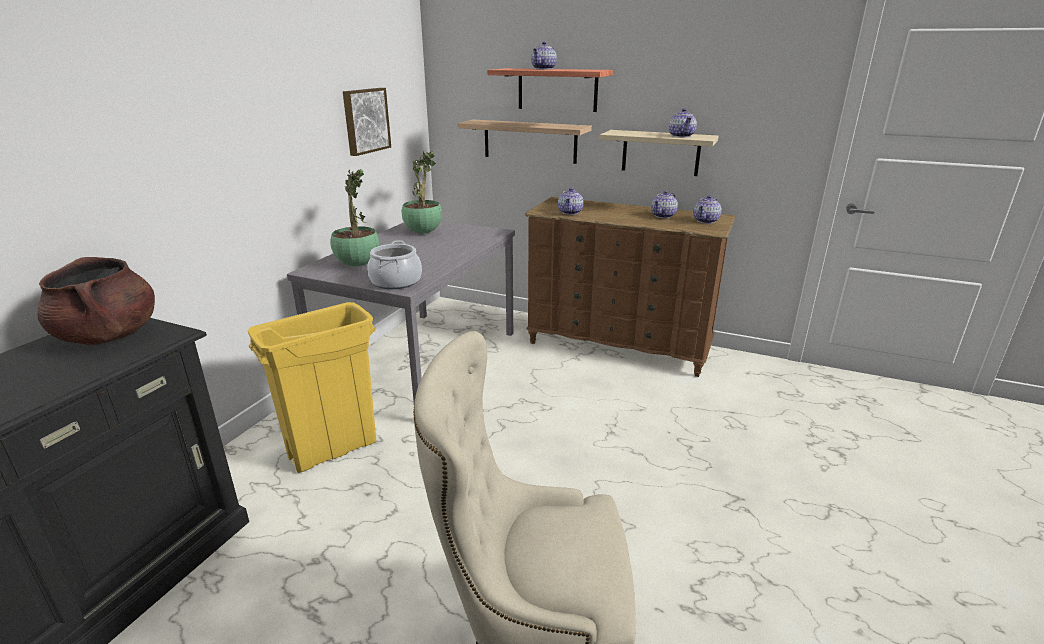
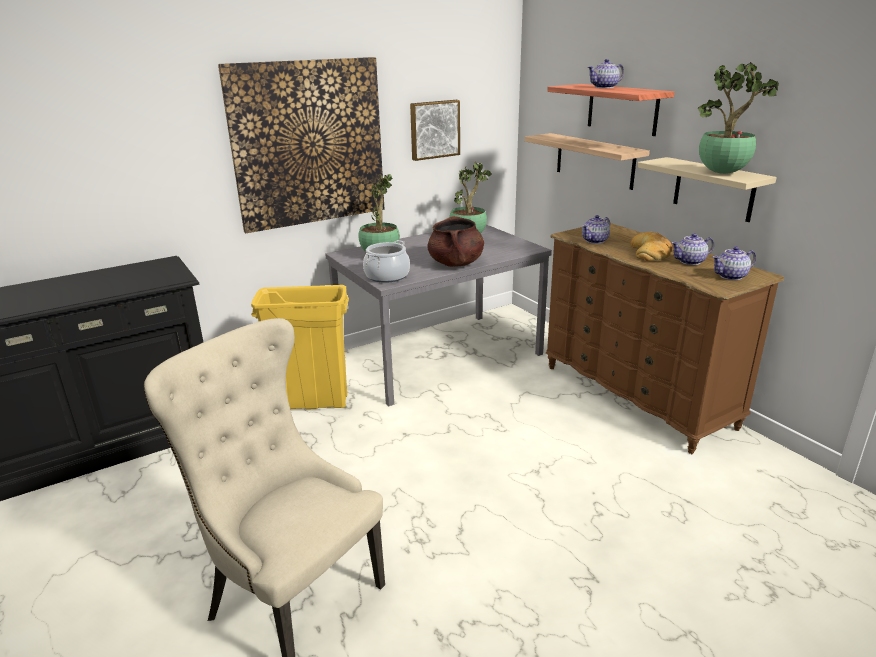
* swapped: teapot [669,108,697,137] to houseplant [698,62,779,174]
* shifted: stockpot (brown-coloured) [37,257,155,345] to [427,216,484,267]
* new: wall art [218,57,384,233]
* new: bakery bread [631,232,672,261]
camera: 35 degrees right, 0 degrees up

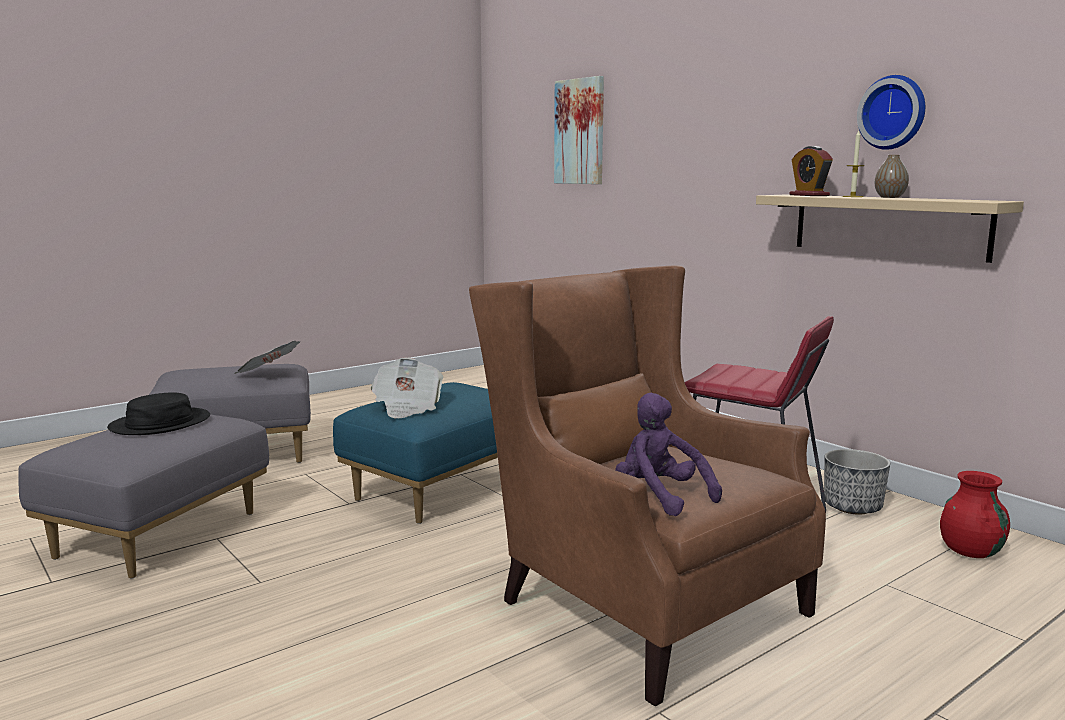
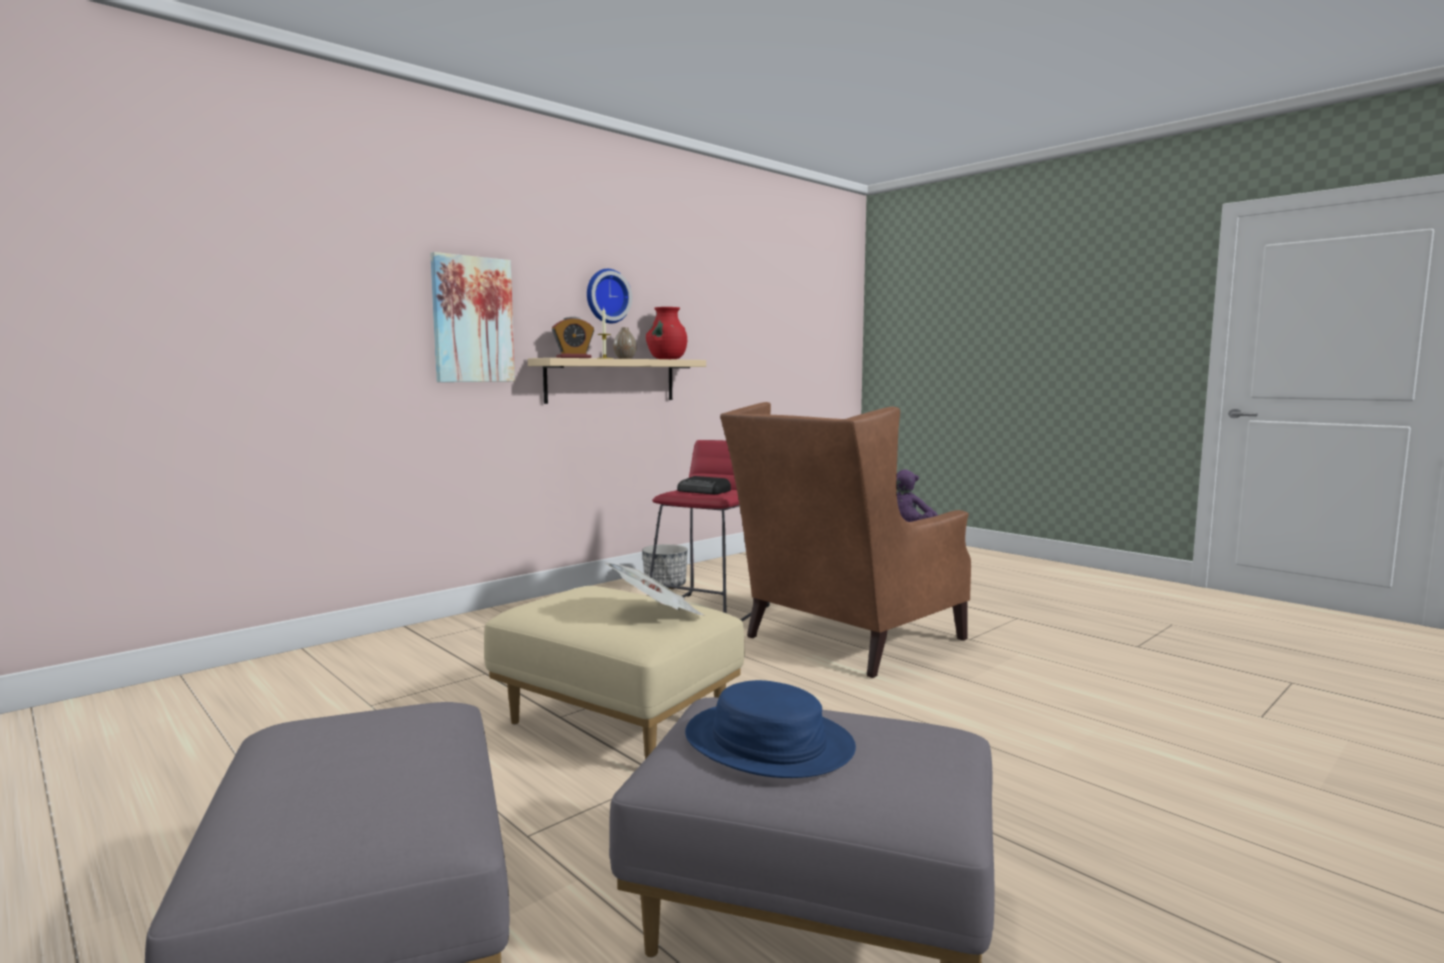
* shifted: wall art [554,76,604,184] to [430,252,515,382]
* gone: printed paper [235,341,300,374]
* repainted: footrest (blue) [333,382,498,524] to footrest (beige) [484,586,745,759]
* repainted: hat (black) [107,392,210,435] to hat (blue) [685,680,856,778]
* shifted: vase (red) [940,471,1010,558] to [646,307,687,359]
* new: radio [677,476,731,494]
camera: 95 degrees left, 5 degrees down

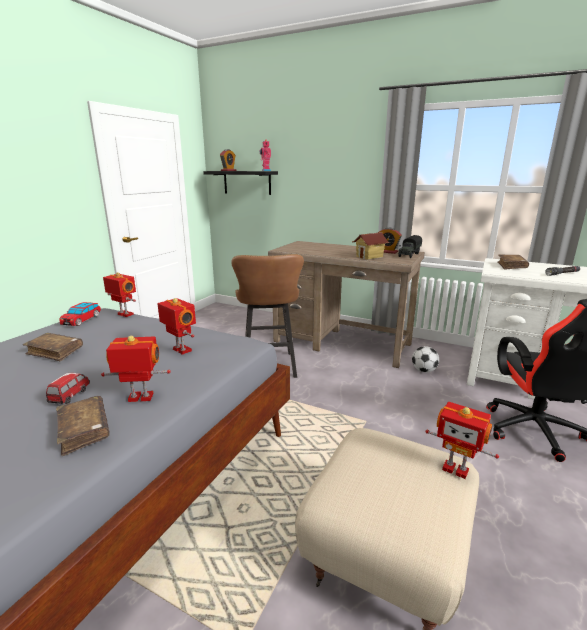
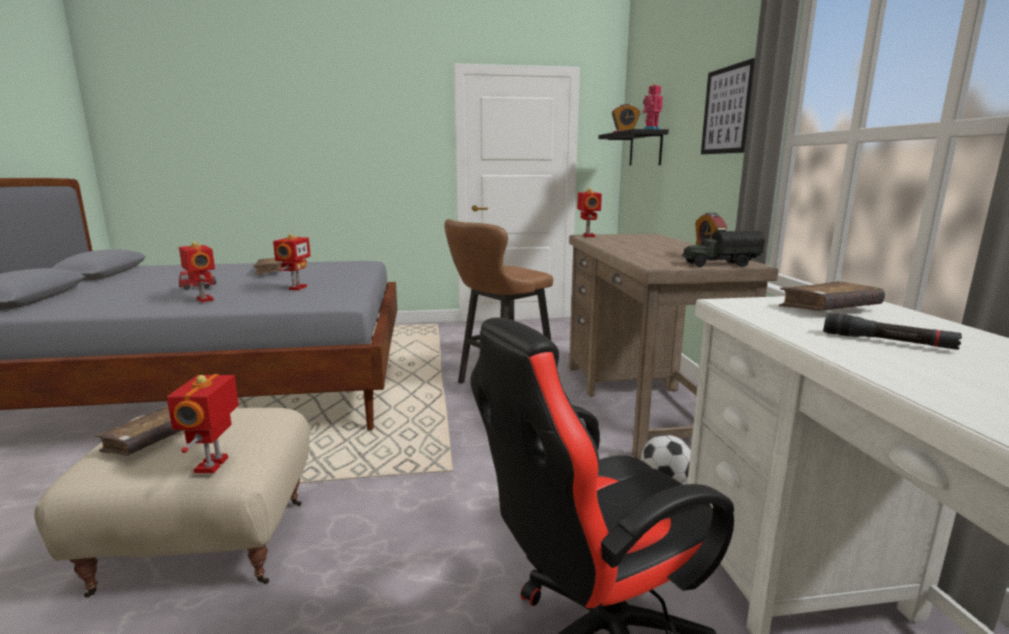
* gone: model house [351,232,390,260]
* shifted: robot figure [103,272,136,317] to [577,188,602,237]
* gone: toy car [59,302,101,326]
* shifted: volume (brown-coloured) [56,396,110,456] to [95,405,183,456]
* new: wall art [701,58,755,154]
camera: 55 degrees right, 5 degrees down

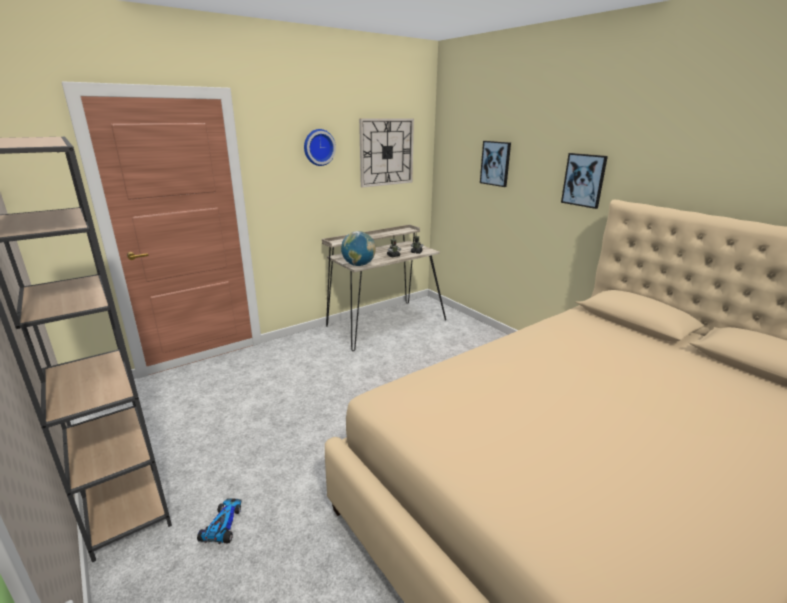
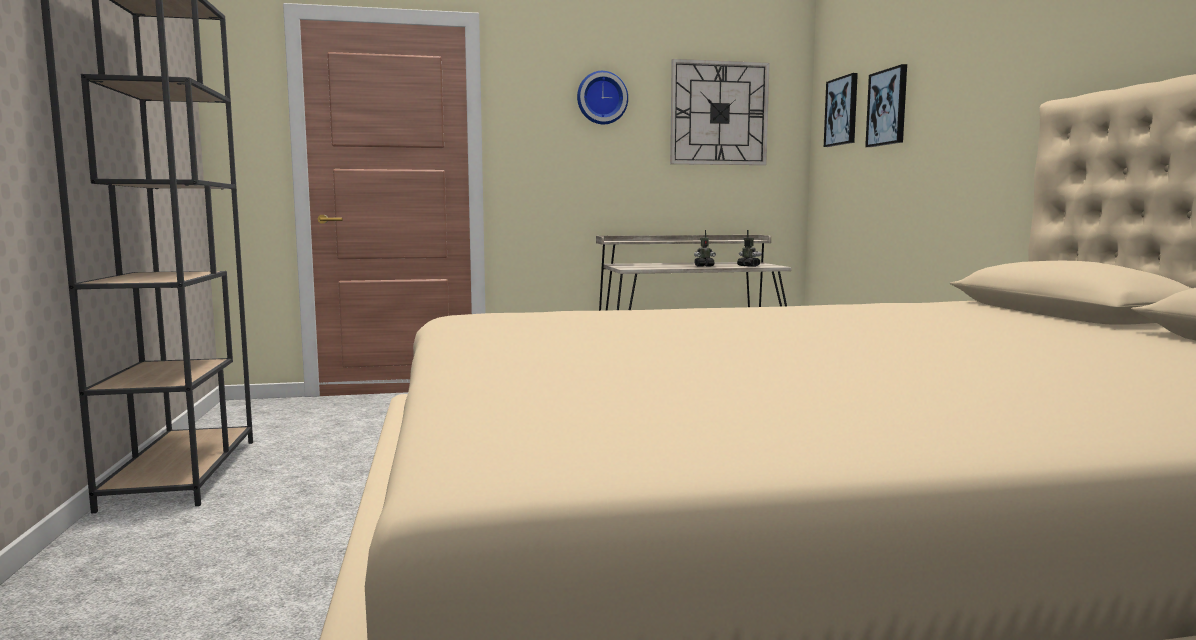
* shifted: wall art [561,153,608,209] to [824,73,858,147]
* gone: desk globe [341,231,376,266]
* gone: toy car [197,498,242,544]
camera: 25 degrees right, 15 degrees down

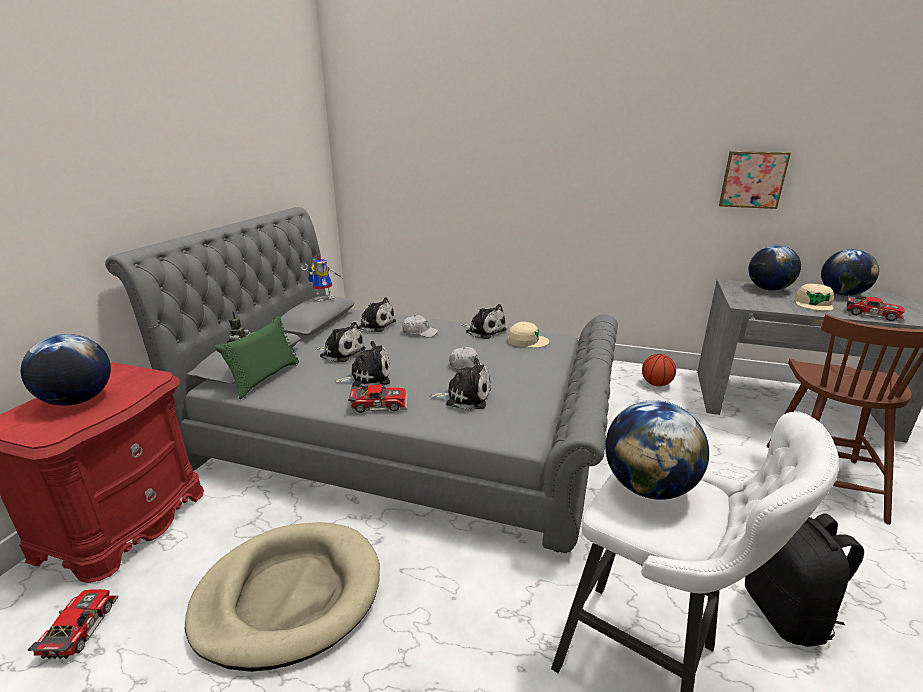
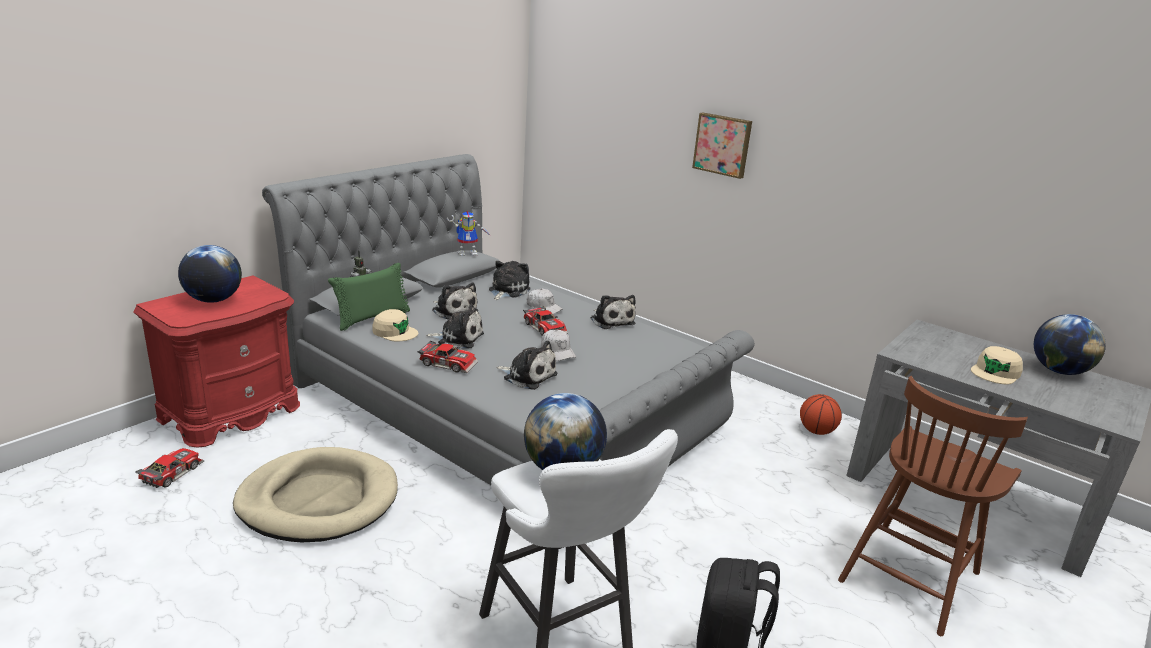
* shifted: wall art [719,151,791,209] to [692,113,752,179]
* gone: desk globe [749,245,801,291]
* shifted: toy car [847,295,905,322] to [523,306,568,335]
* rotated: plush toy [350,297,396,332] = [489,261,531,300] 105 degrees counterclockwise
* shifted: peaked cap (beige) [508,322,549,348] to [372,309,418,342]
camera: 20 degrees right, 0 degrees up

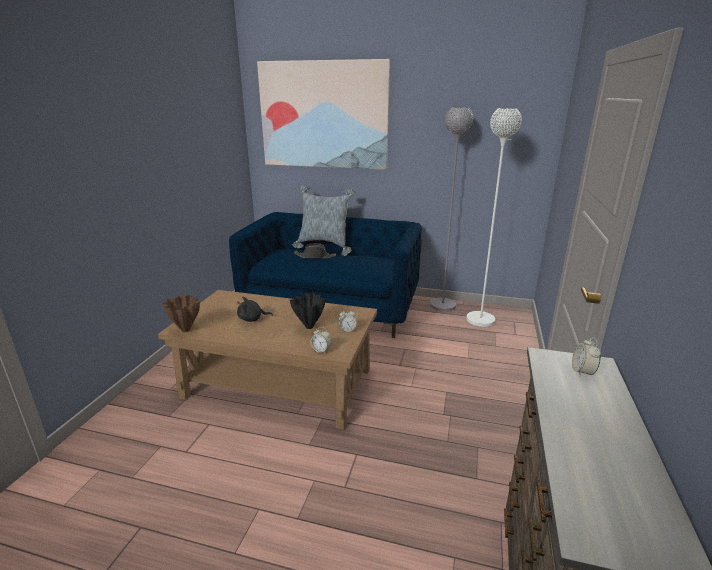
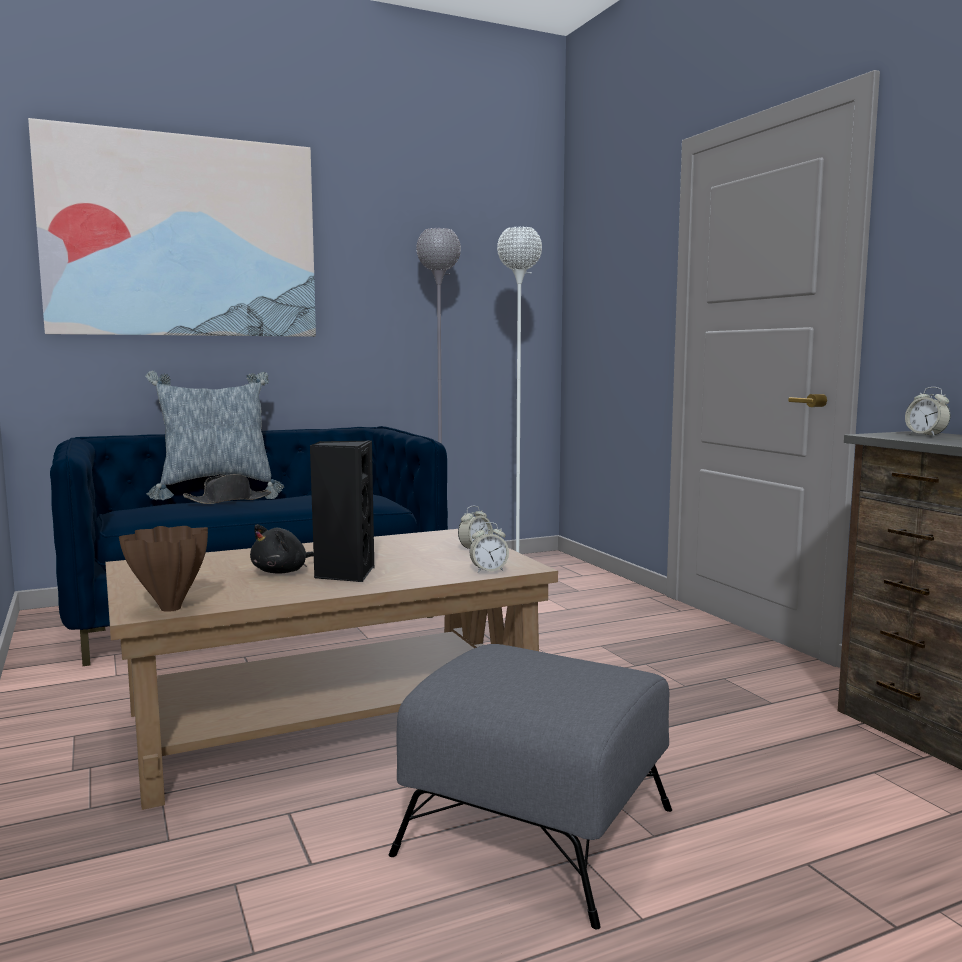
* gone: vase (black) [290,292,326,329]
* new: speaker (black) [310,440,374,582]
* new: footrest (greyish) [389,644,672,929]
camera: 40 degrees left, 15 degrees down

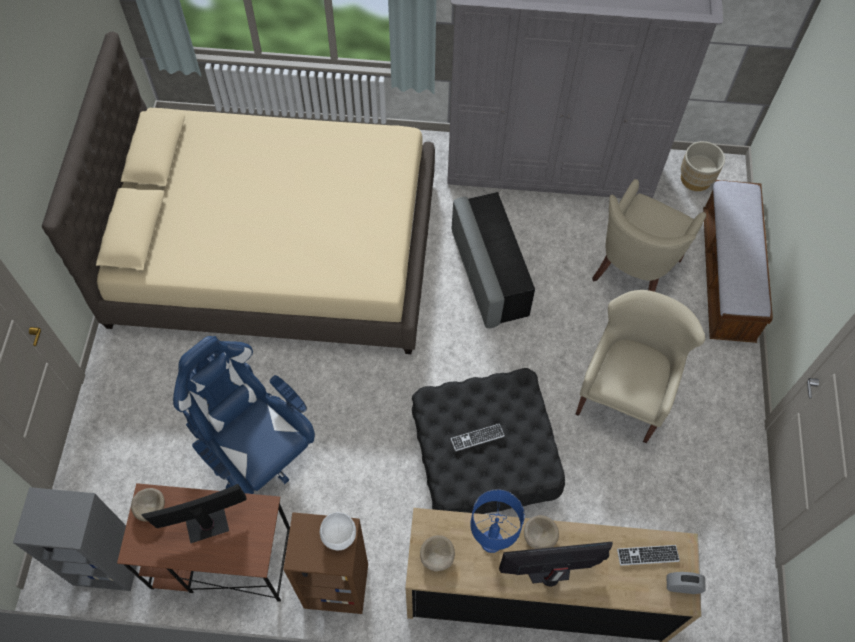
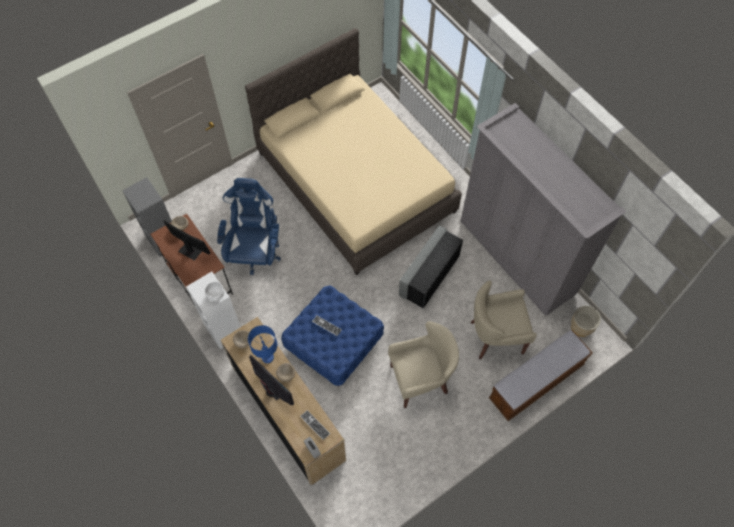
* repainted: footrest (black) [412,368,565,514] to footrest (blue) [281,286,384,386]
* repainted: shelving unit (brown-coloured) [283,512,368,614] to shelving unit (whitish) [186,272,241,349]
camera: 50 degrees right, 0 degrees up

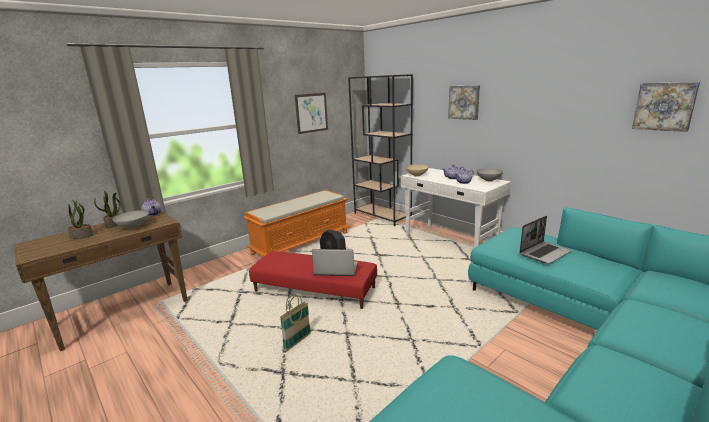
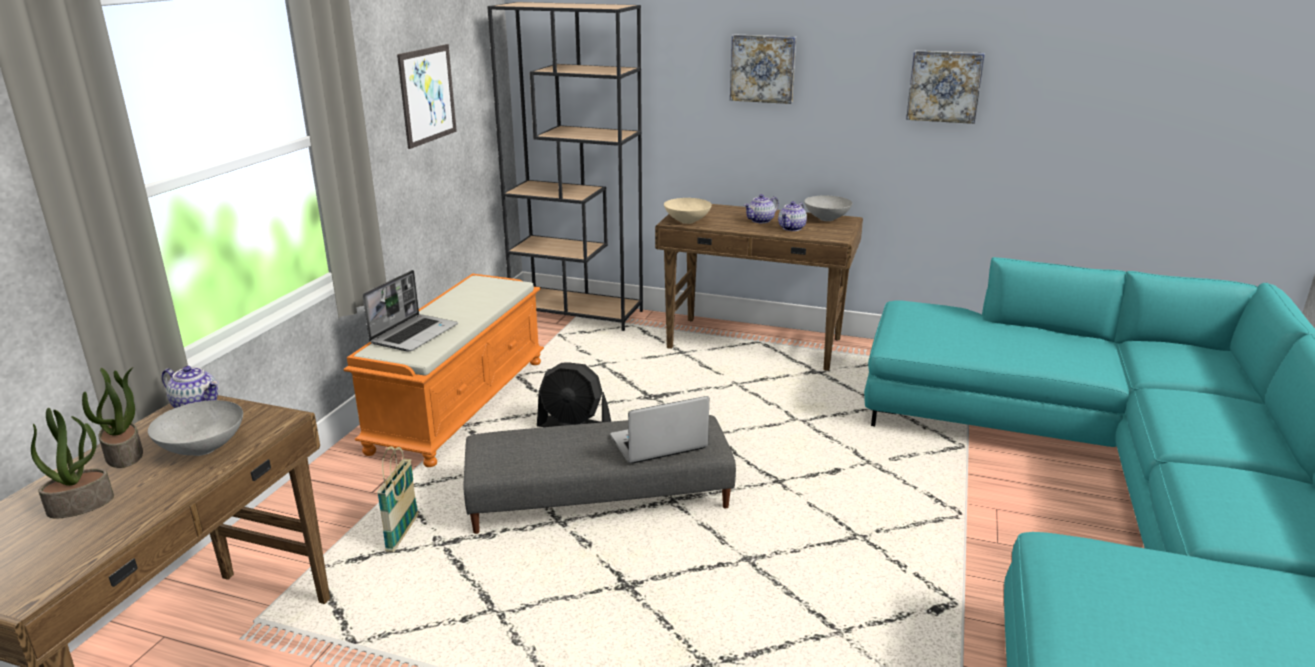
* shifted: wall art [632,82,700,132] to [906,50,985,124]
* repainted: hall table (whitish) [401,168,511,248] to hall table (brown-coloured) [655,204,863,371]
* shifted: laptop [519,216,572,264] to [363,270,458,351]
* repainted: footrest (red) [249,251,377,309] to footrest (greyish) [463,415,736,534]
* shifted: basket [280,294,311,351] to [377,446,418,552]
camera: 30 degrees left, 5 degrees up

